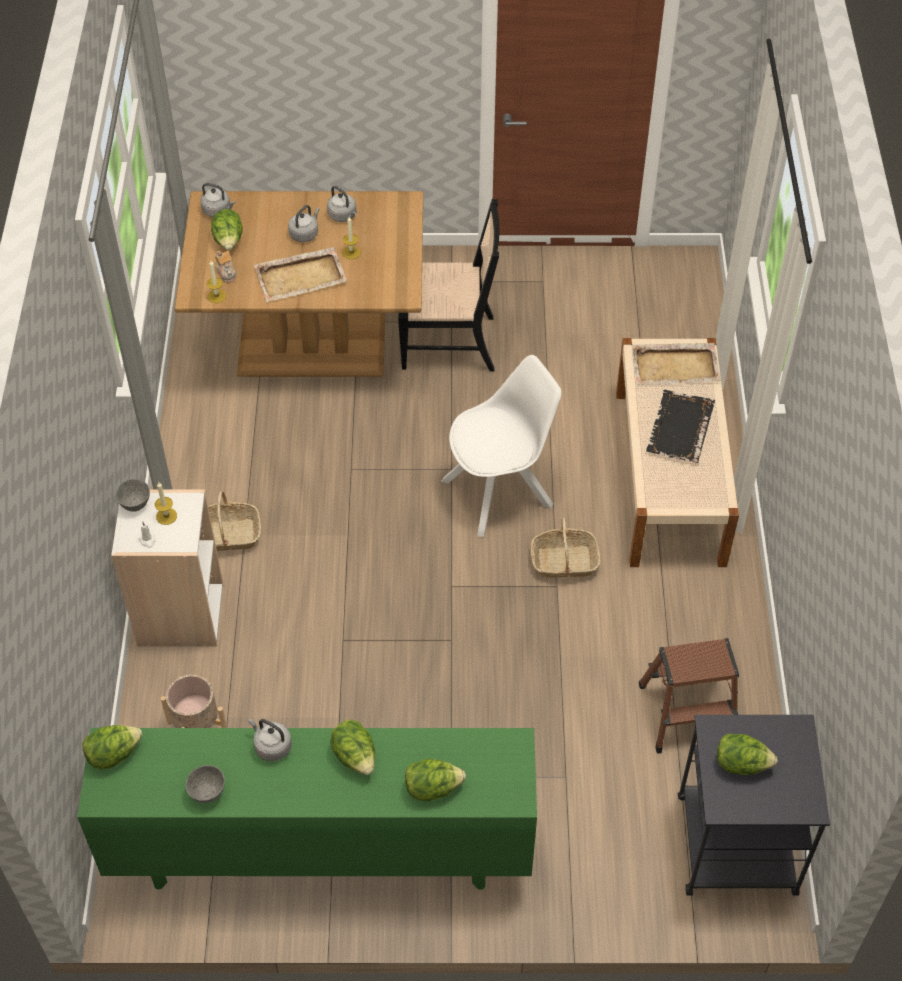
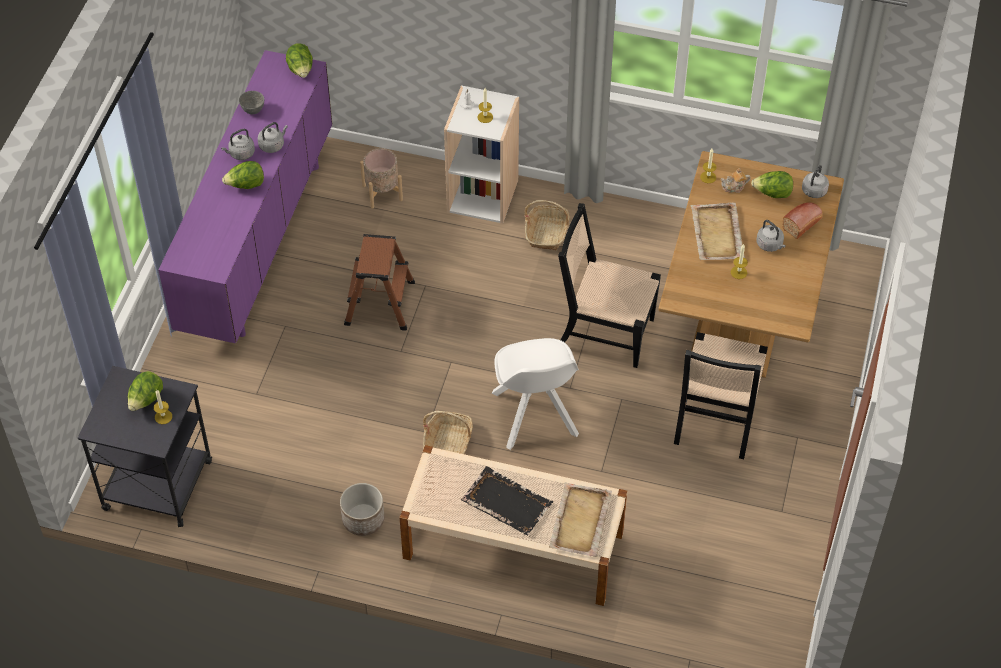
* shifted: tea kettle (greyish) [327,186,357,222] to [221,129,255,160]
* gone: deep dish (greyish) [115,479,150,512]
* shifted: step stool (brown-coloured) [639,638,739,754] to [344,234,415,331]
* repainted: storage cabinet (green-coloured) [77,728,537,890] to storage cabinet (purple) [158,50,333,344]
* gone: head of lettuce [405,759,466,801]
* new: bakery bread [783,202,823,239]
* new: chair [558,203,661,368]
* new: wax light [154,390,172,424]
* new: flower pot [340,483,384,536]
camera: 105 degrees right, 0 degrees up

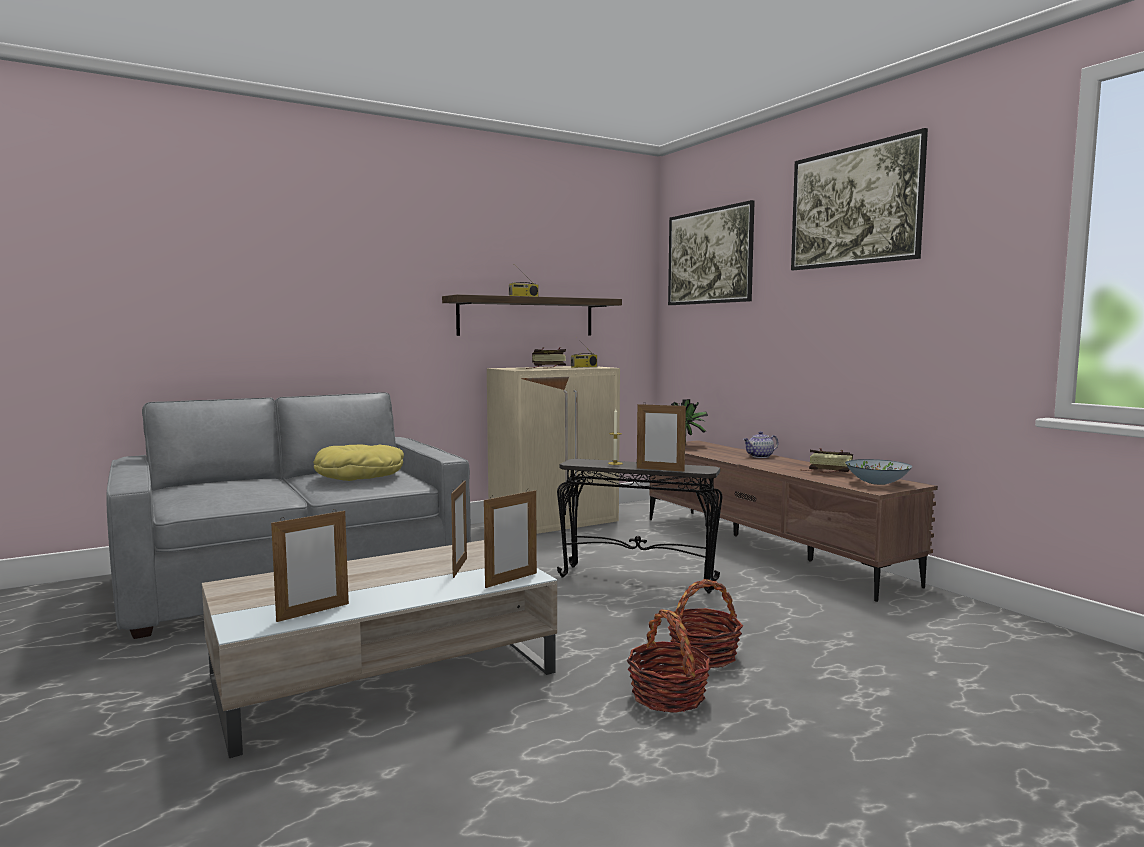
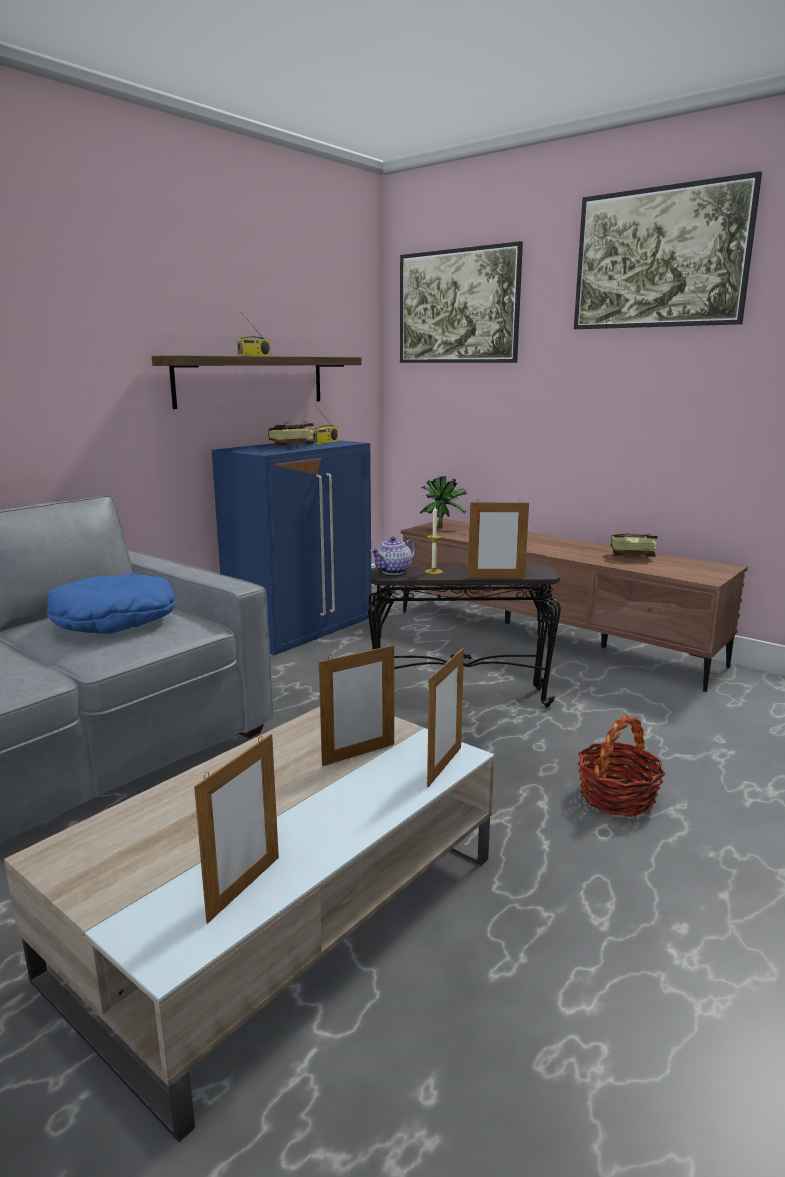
* repainted: storage cabinet (beige) [487,366,620,534] to storage cabinet (blue) [212,439,372,655]
* shifted: teapot [743,431,778,458] to [371,537,416,575]
* repainted: throw pillow (yellow) [313,445,404,481] to throw pillow (blue) [47,573,175,634]
* gone: deep dish [845,459,912,485]
* rotated: standing frame [451,479,467,578] = [319,644,394,766] 75 degrees clockwise
* gone: basket [627,609,711,713]
camera: 20 degrees left, 10 degrees up

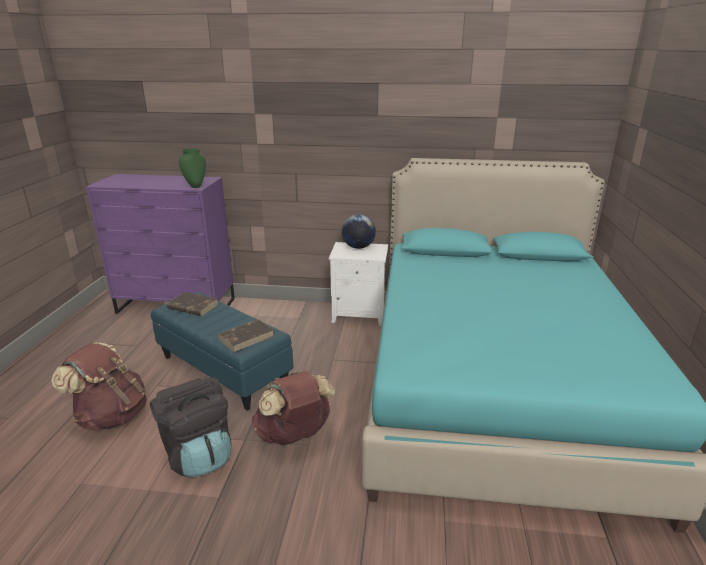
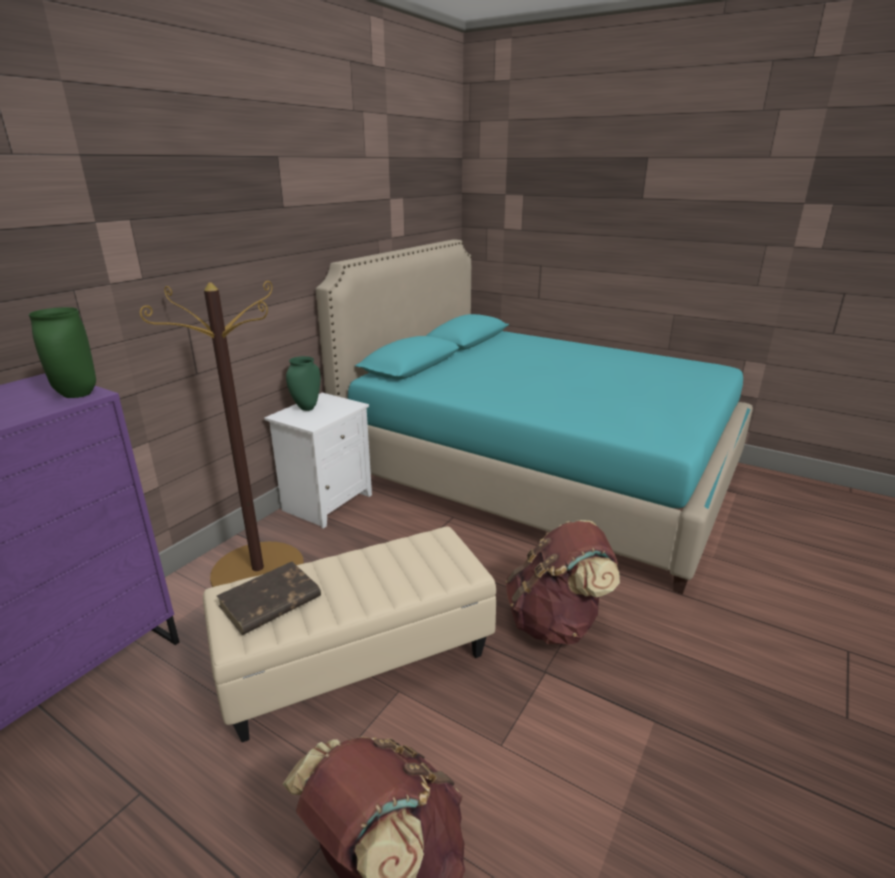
* swapped: desk globe [342,214,376,249] to vase (green-coloured) [286,356,321,411]
* repainted: footrest (blue) [151,292,293,411] to footrest (beige) [203,526,496,742]
* gone: volume (brown-coloured) [217,319,274,352]
* gone: knapsack (black) [150,378,231,477]
* new: garment rack (brown-coloured) [140,281,304,587]
camera: 65 degrees left, 0 degrees up

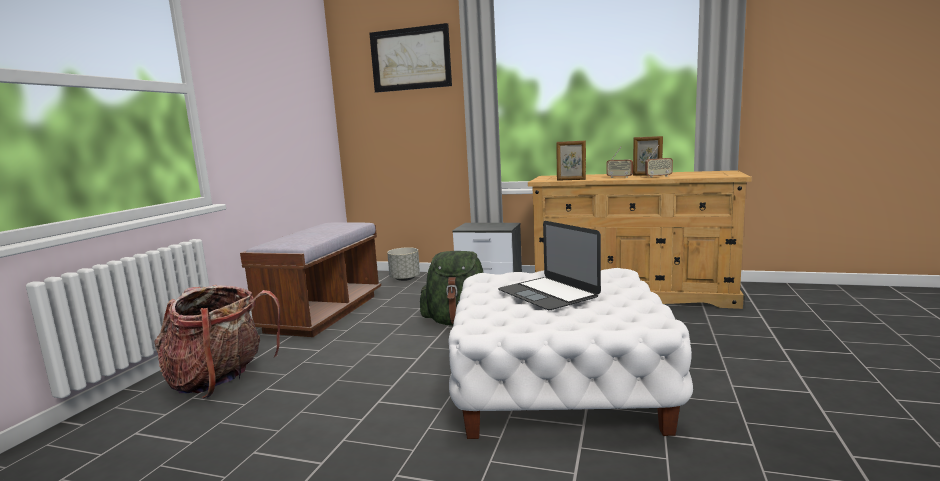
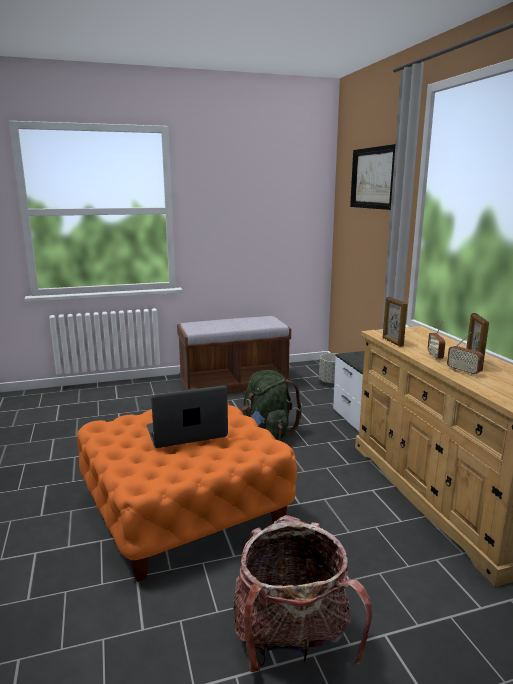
* rotated: laptop [498,221,601,310] = [147,385,228,448] 45 degrees clockwise
* repainted: footrest (whitish) [449,268,693,439] to footrest (orange-coloured) [77,403,297,582]
* shifted: knapsack [154,285,280,399] to [233,515,372,672]
camera: 55 degrees right, 5 degrees up

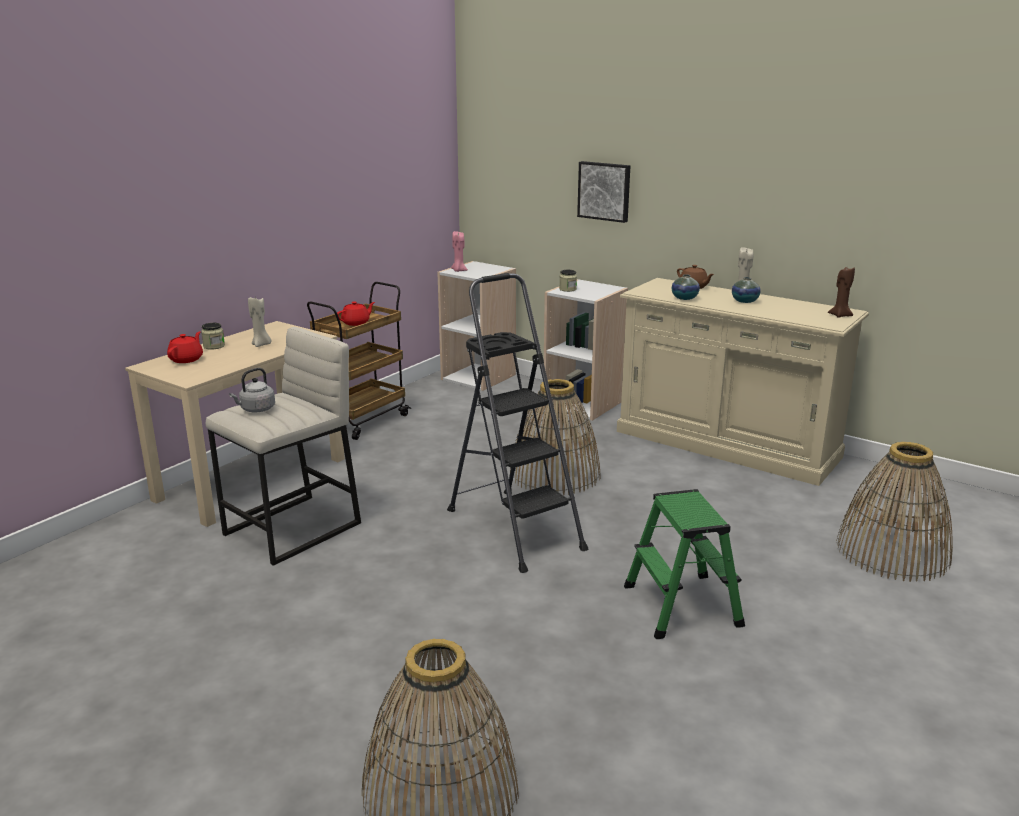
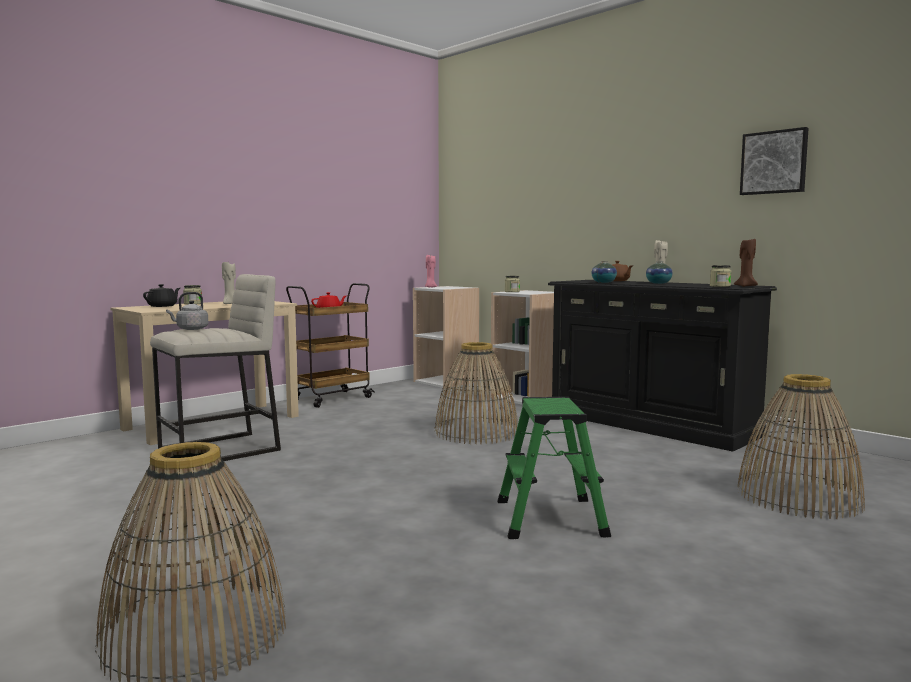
* shifted: wall art [577,161,630,223] to [740,127,809,195]
* gone: step stool [447,273,588,573]
* repainted: storage cabinet (beige) [617,278,869,486] to storage cabinet (black) [548,280,777,452]
* repainted: teapot (red) [167,331,203,363] to teapot (black) [143,284,180,307]
* new: jar [710,265,731,287]
camera: 10 degrees right, 15 degrees down

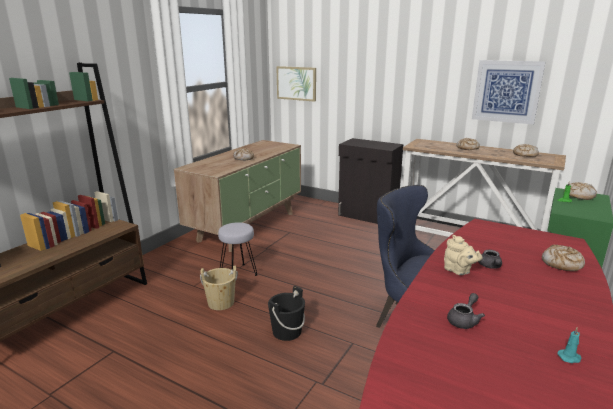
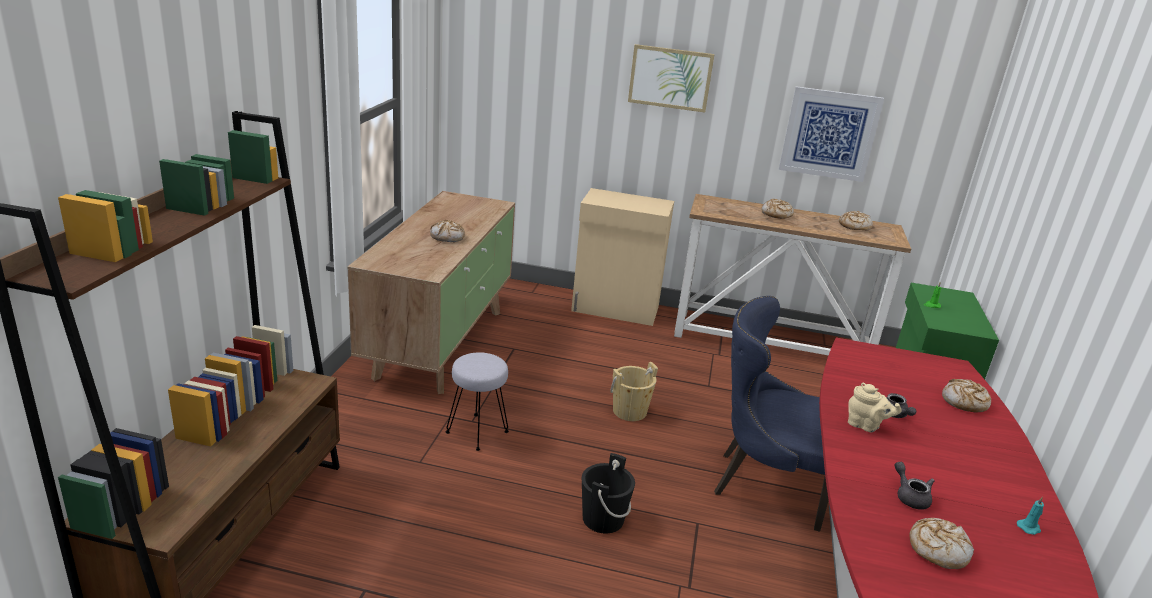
* shifted: wall art [276,66,316,102] to [628,44,715,113]
* repainted: storage cabinet (black) [338,138,403,224] to storage cabinet (beige) [571,188,674,326]
* shifted: bakery bread [564,182,597,200] to [909,518,974,569]
* shifted: water bucket (beige) [200,266,238,310] to [610,362,658,421]
* rotated: teapot (greyish) [447,293,485,329] = [895,462,935,510] 45 degrees counterclockwise
camera: 20 degrees left, 5 degrees up

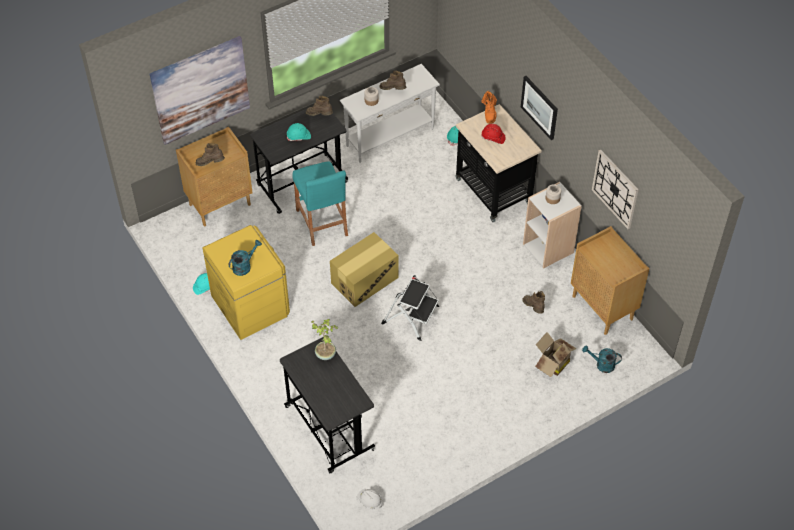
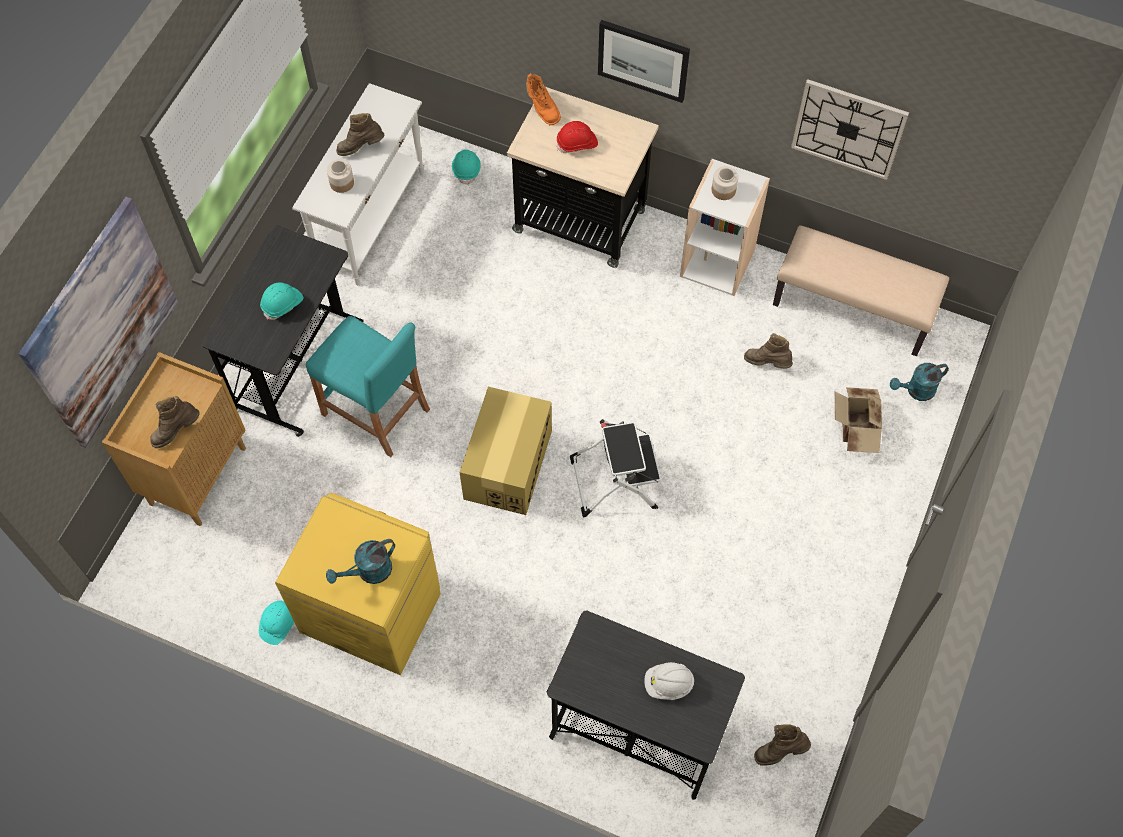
* shifted: boot (brown-coloured) [306,96,333,116] to [754,724,811,766]
* swapped: storage cabinet (brown-coloured) [571,226,650,335] to long seat (beige) [773,225,949,356]
* rotated: watering pot (blue-green) [229,240,262,276] = [326,539,395,584] 135 degrees counterclockwise
* gone: houseplant [311,318,338,360]
* shifted: hard hat (whitish) [356,489,383,510] to [644,662,695,700]
camera: 35 degrees left, 10 degrees up

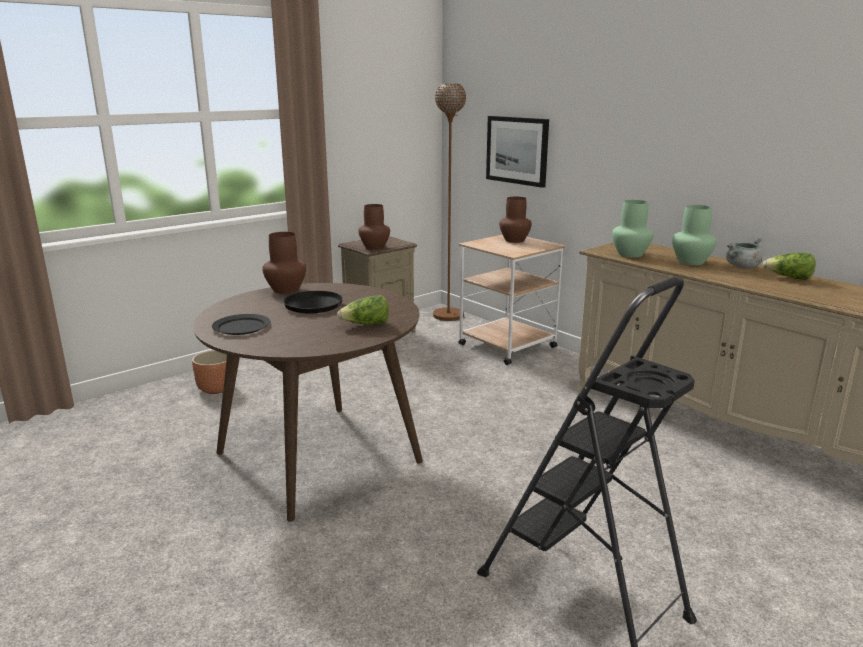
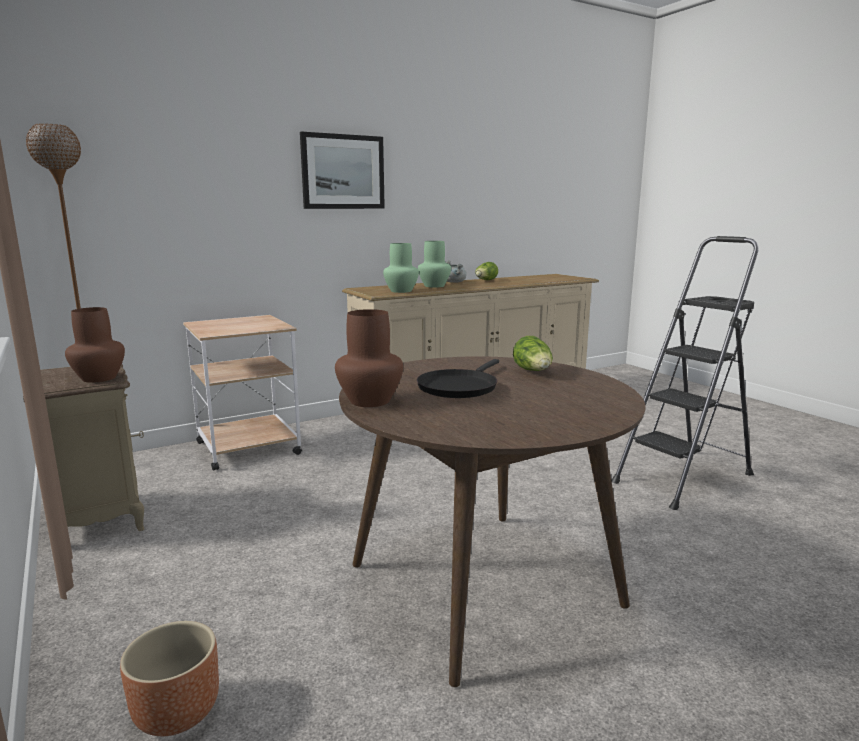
* shifted: wall art [486,116,549,188] to [300,132,385,209]
* gone: vase (brown-coloured) [499,197,532,243]
* gone: flat dish (black) [212,314,270,335]
camera: 80 degrees left, 5 degrees down

